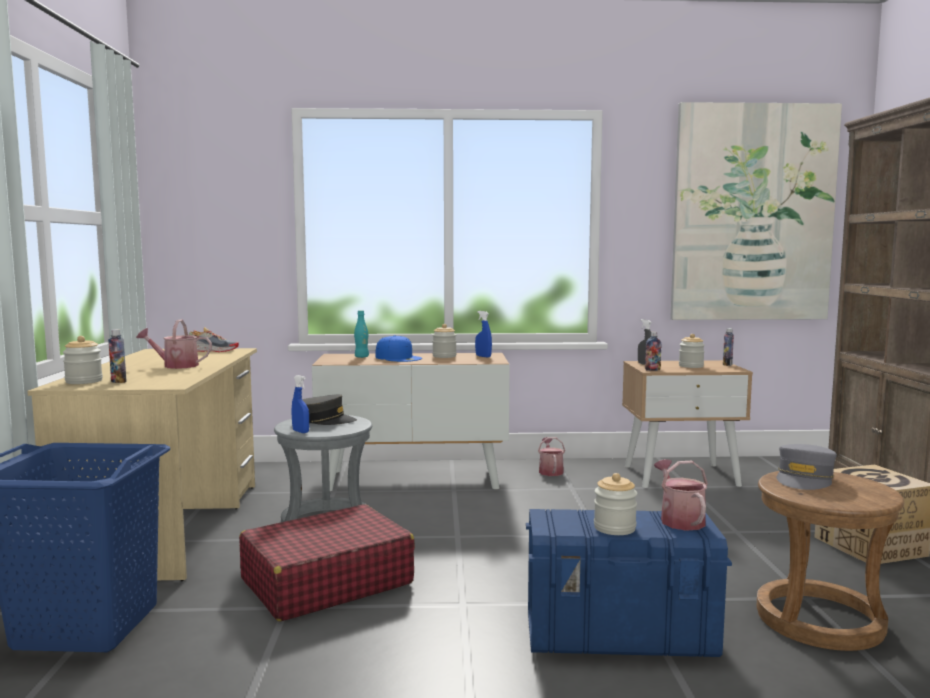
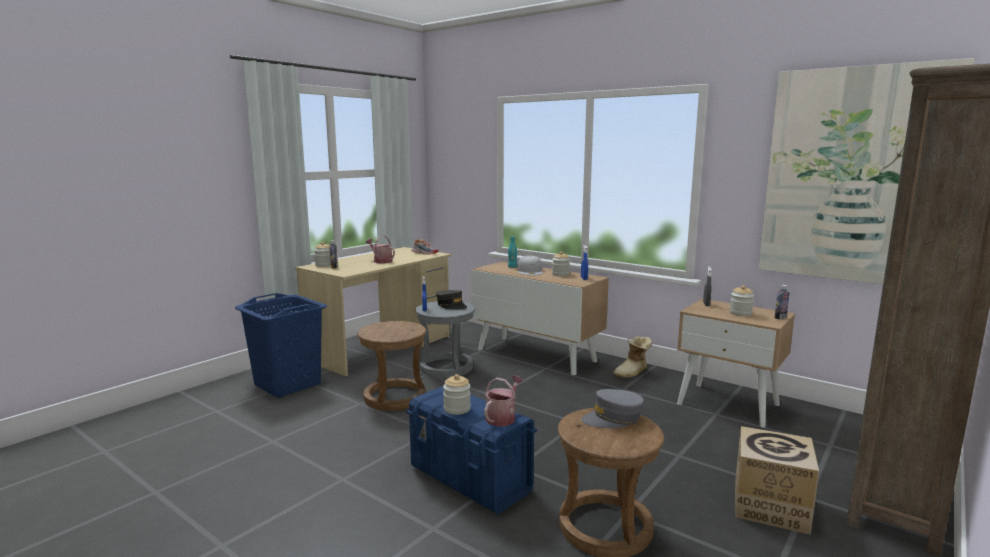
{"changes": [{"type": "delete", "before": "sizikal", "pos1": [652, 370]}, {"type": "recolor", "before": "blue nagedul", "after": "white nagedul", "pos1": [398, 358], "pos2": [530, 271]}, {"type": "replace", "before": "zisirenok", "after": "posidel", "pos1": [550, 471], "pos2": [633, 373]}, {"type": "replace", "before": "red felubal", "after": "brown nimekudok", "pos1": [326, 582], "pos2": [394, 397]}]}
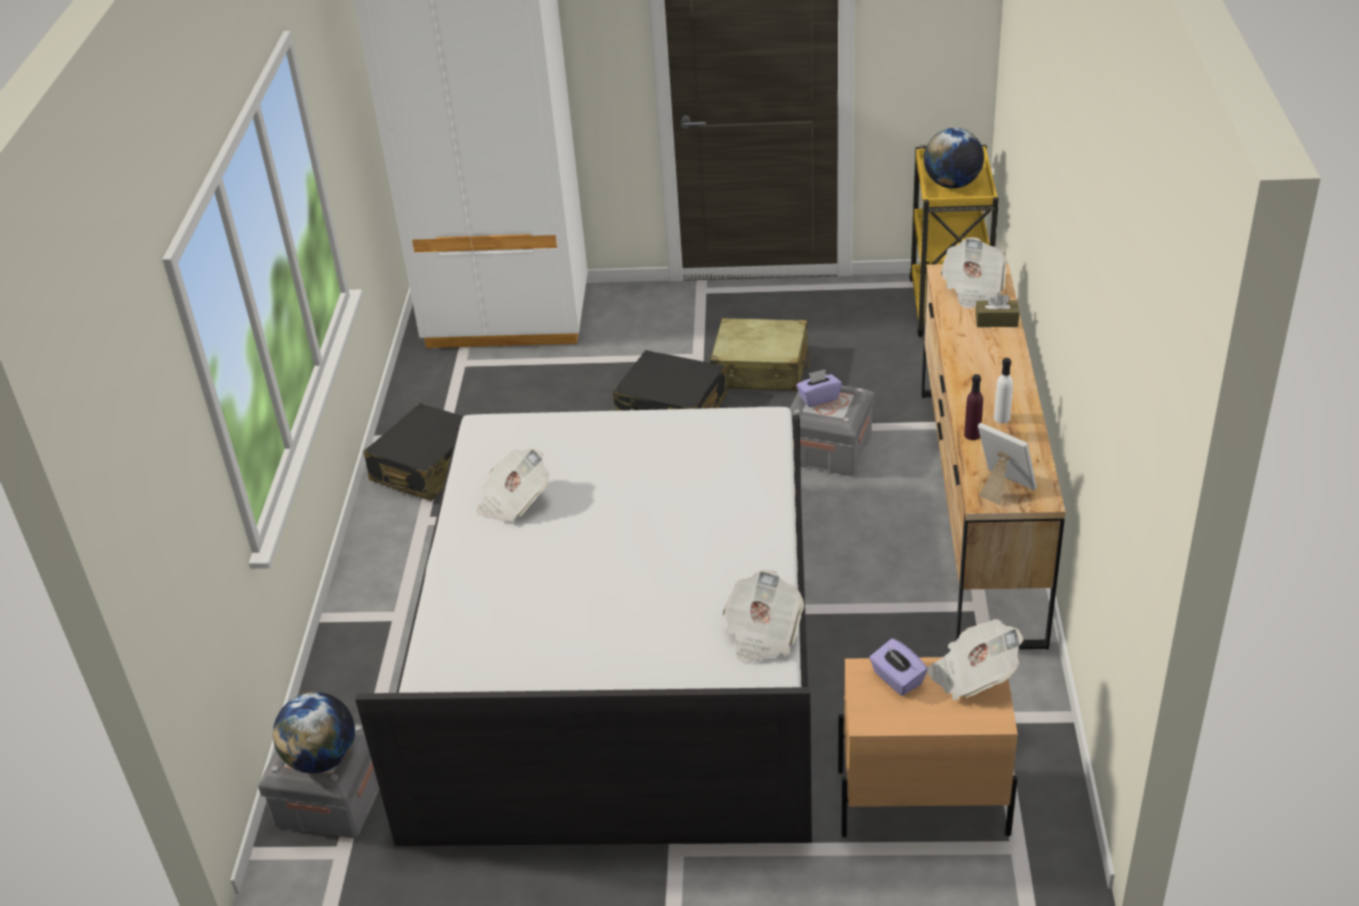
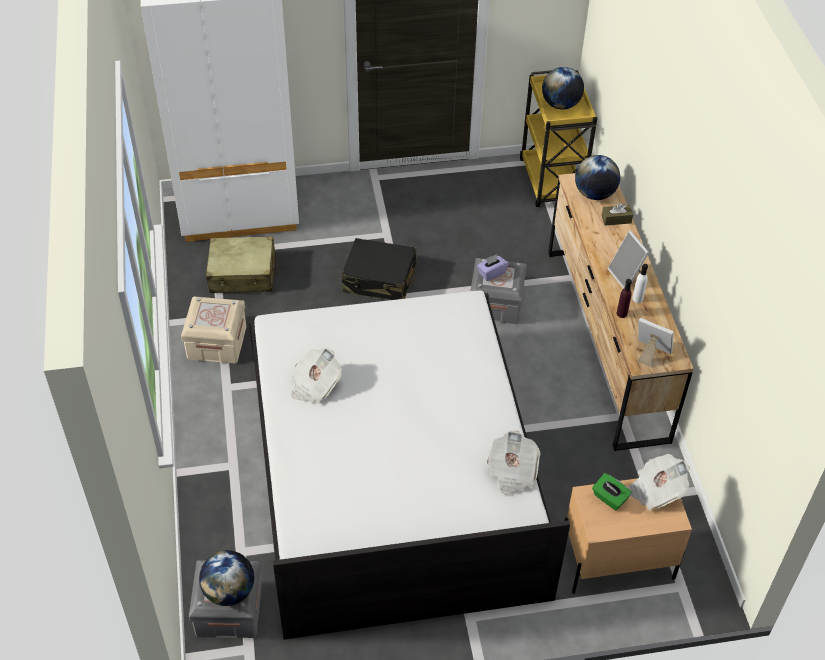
{"changes": [{"type": "replace", "before": "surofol", "after": "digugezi", "pos1": [973, 289], "pos2": [594, 194]}, {"type": "move", "before": "beige felubal", "pos1": [761, 369], "pos2": [243, 274]}, {"type": "replace", "before": "black felubal", "after": "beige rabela", "pos1": [427, 466], "pos2": [217, 342]}, {"type": "recolor", "before": "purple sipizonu", "after": "green sipizonu", "pos1": [897, 679], "pos2": [609, 498]}, {"type": "insert", "after": "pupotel", "pos2": [626, 276]}]}
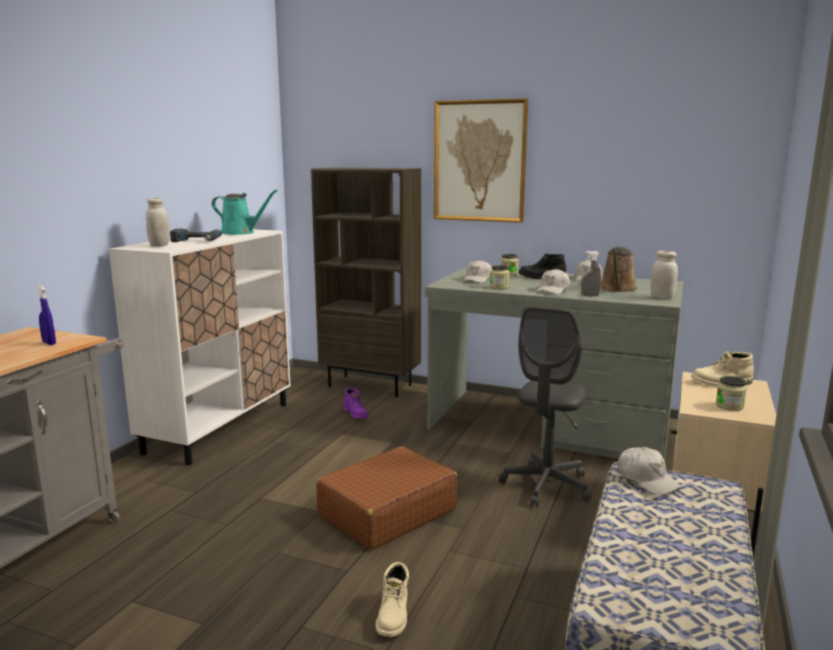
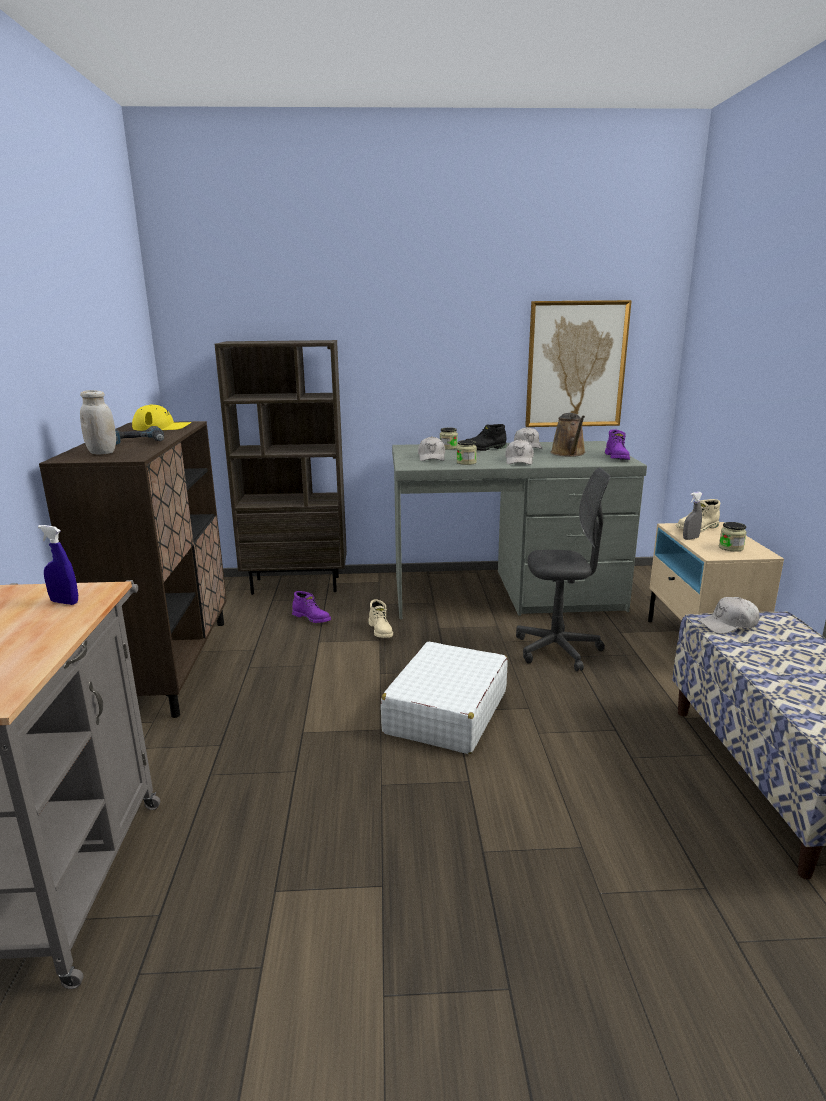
{"changes": [{"type": "move", "before": "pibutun", "pos1": [479, 161], "pos2": [575, 365]}, {"type": "replace", "before": "turquoise zisirenok", "after": "yellow nagedul", "pos1": [240, 233], "pos2": [162, 427]}, {"type": "recolor", "before": "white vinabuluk", "after": "brown vinabuluk", "pos1": [219, 427], "pos2": [169, 665]}, {"type": "move", "before": "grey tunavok", "pos1": [590, 296], "pos2": [690, 538]}, {"type": "replace", "before": "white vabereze", "after": "purple posidel", "pos1": [662, 297], "pos2": [617, 457]}, {"type": "rotate", "before": "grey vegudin", "pos1": [546, 486], "pos2": [557, 650], "turn": -90}, {"type": "recolor", "before": "brown felubal", "after": "white felubal", "pos1": [386, 512], "pos2": [446, 712]}, {"type": "rotate", "before": "white nagedul", "pos1": [647, 480], "pos2": [728, 624], "turn": 135}, {"type": "move", "before": "beige posidel", "pos1": [394, 615], "pos2": [381, 630]}]}
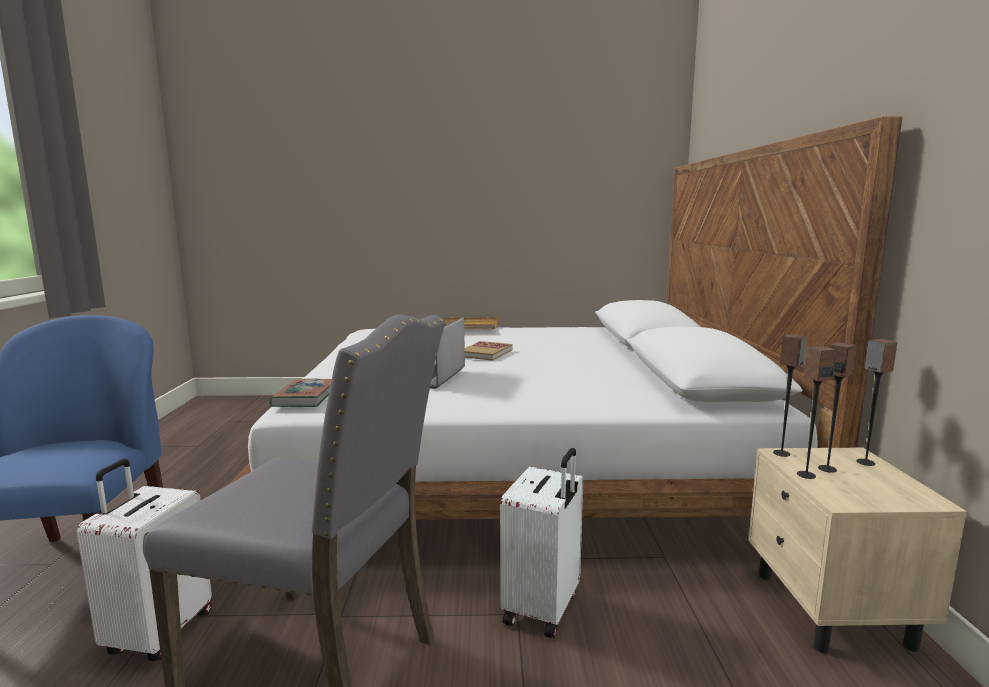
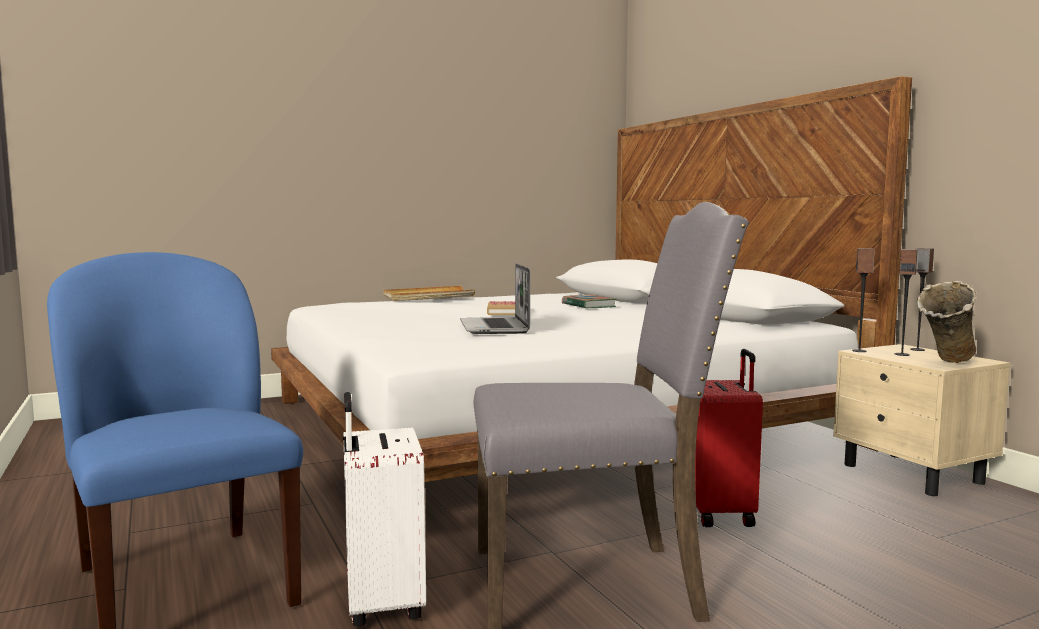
{"changes": [{"type": "delete", "before": "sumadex", "pos1": [806, 475]}, {"type": "move", "before": "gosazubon", "pos1": [305, 398], "pos2": [588, 305]}, {"type": "recolor", "before": "white felubal", "after": "red felubal", "pos1": [543, 609], "pos2": [721, 513]}, {"type": "insert", "after": "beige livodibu", "pos2": [946, 364]}]}
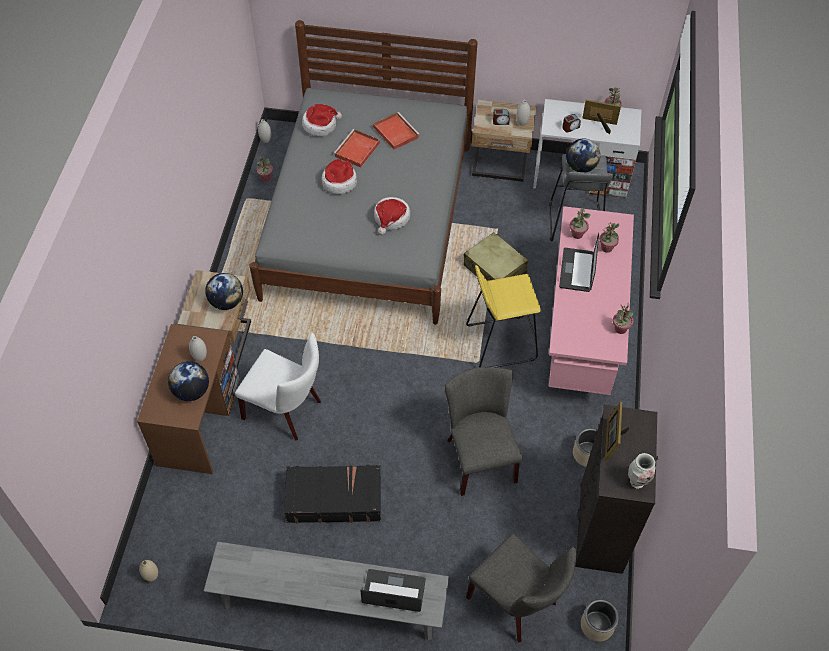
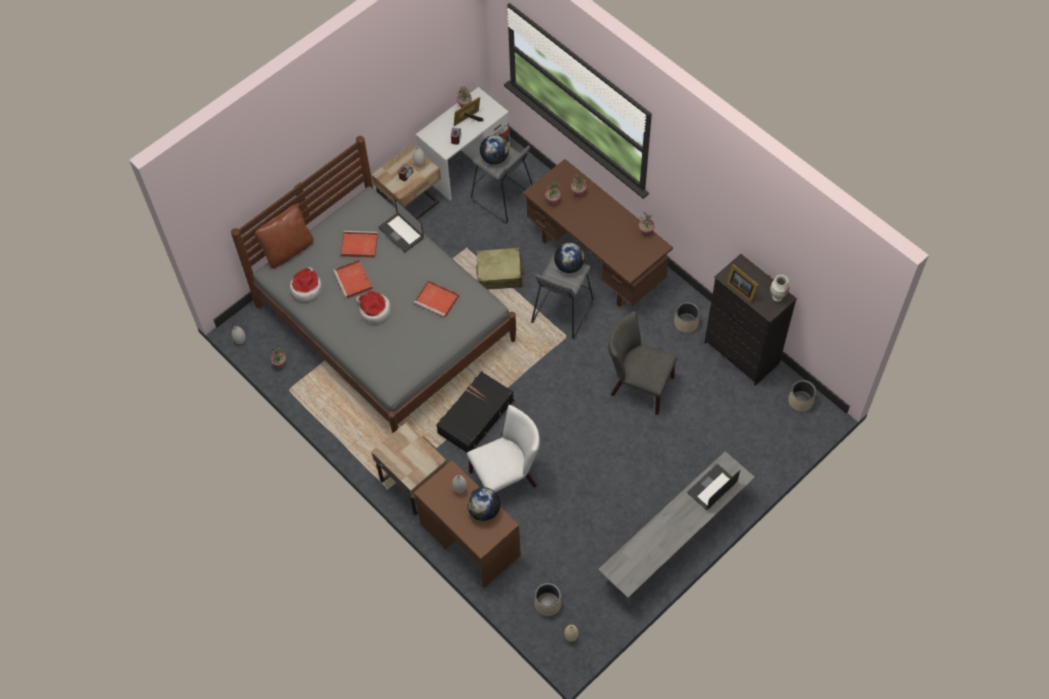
{"changes": [{"type": "replace", "before": "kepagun", "after": "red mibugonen", "pos1": [391, 218], "pos2": [437, 300]}, {"type": "recolor", "before": "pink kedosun", "after": "brown kedosun", "pos1": [581, 334], "pos2": [596, 261]}, {"type": "move", "before": "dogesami", "pos1": [576, 270], "pos2": [401, 233]}, {"type": "recolor", "before": "yellow nimekudok", "after": "grey nimekudok", "pos1": [500, 342], "pos2": [562, 312]}, {"type": "move", "before": "digugezi", "pos1": [227, 302], "pos2": [569, 266]}, {"type": "move", "before": "black felubal", "pos1": [333, 498], "pos2": [475, 416]}, {"type": "delete", "before": "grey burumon", "pos1": [516, 603]}, {"type": "insert", "after": "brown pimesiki", "pos2": [288, 250]}, {"type": "insert", "after": "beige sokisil", "pos2": [548, 603]}]}
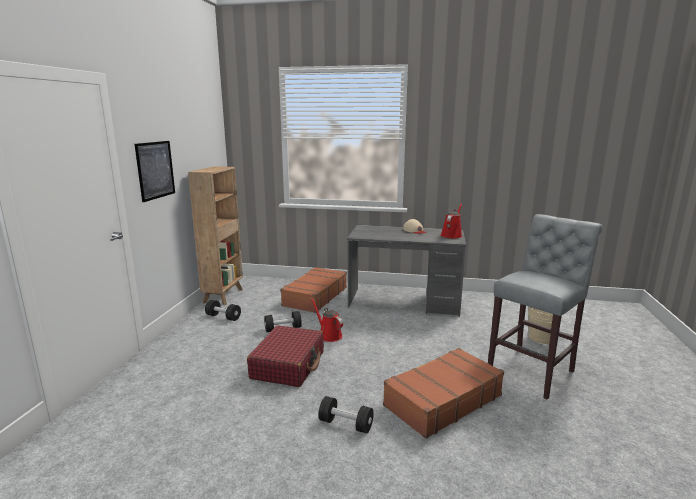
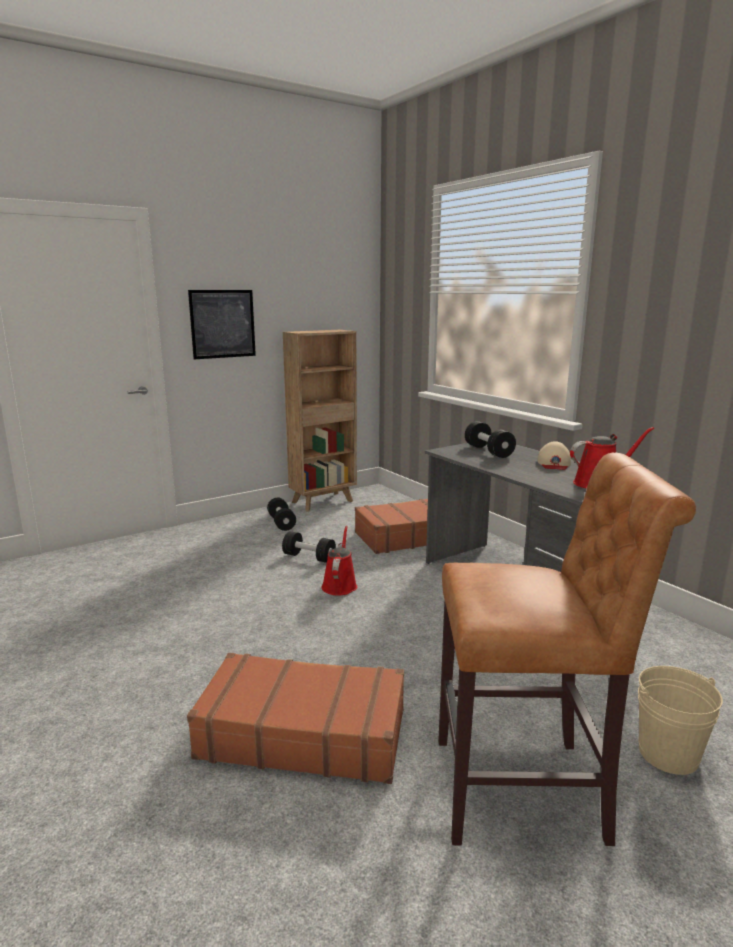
{"changes": [{"type": "recolor", "before": "grey nimekudok", "after": "brown nimekudok", "pos1": [533, 371], "pos2": [528, 790]}, {"type": "delete", "before": "red felubal", "pos1": [288, 365]}, {"type": "move", "before": "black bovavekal", "pos1": [346, 424], "pos2": [488, 451]}]}
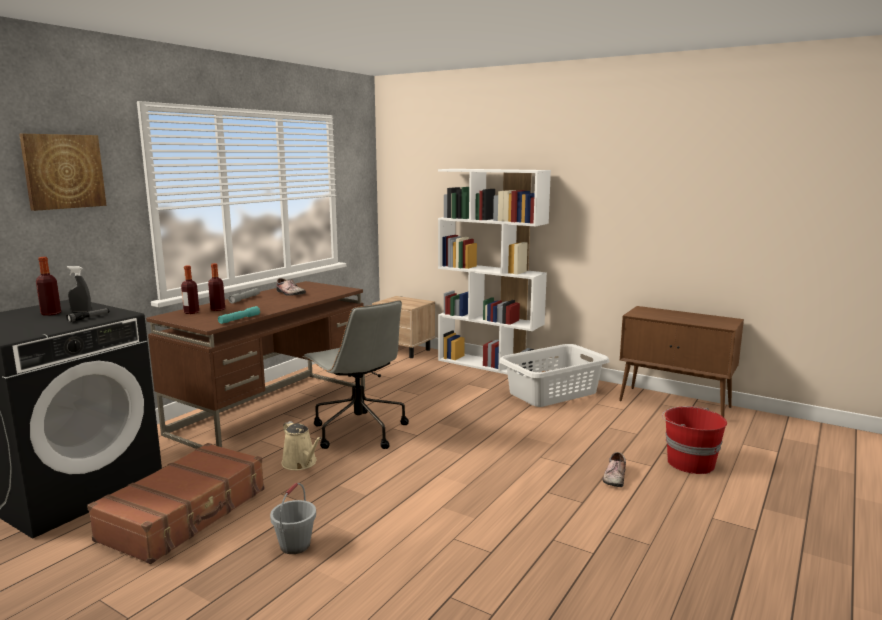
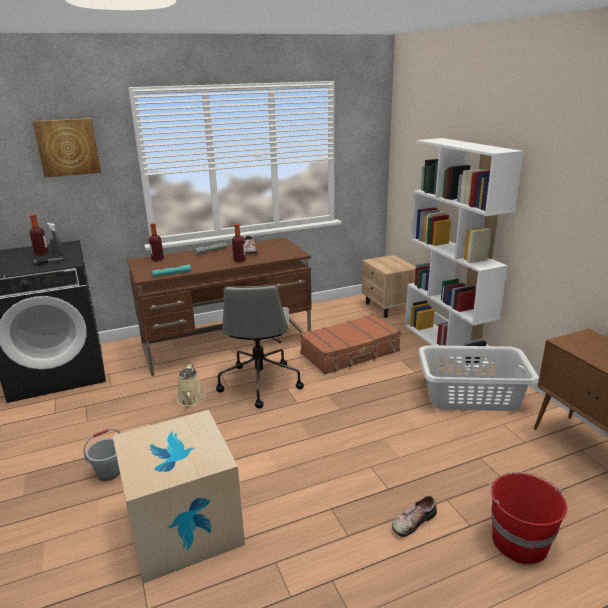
{"changes": [{"type": "move", "before": "sizikal", "pos1": [218, 309], "pos2": [239, 261]}, {"type": "move", "before": "brown felubal", "pos1": [186, 514], "pos2": [350, 353]}, {"type": "insert", "after": "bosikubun", "pos2": [183, 527]}]}
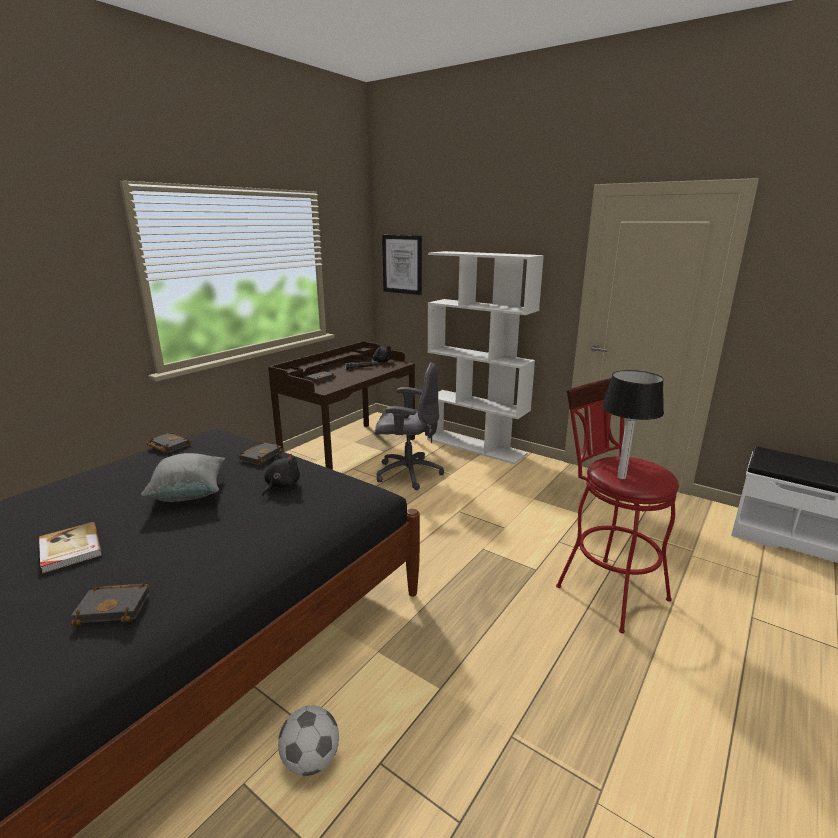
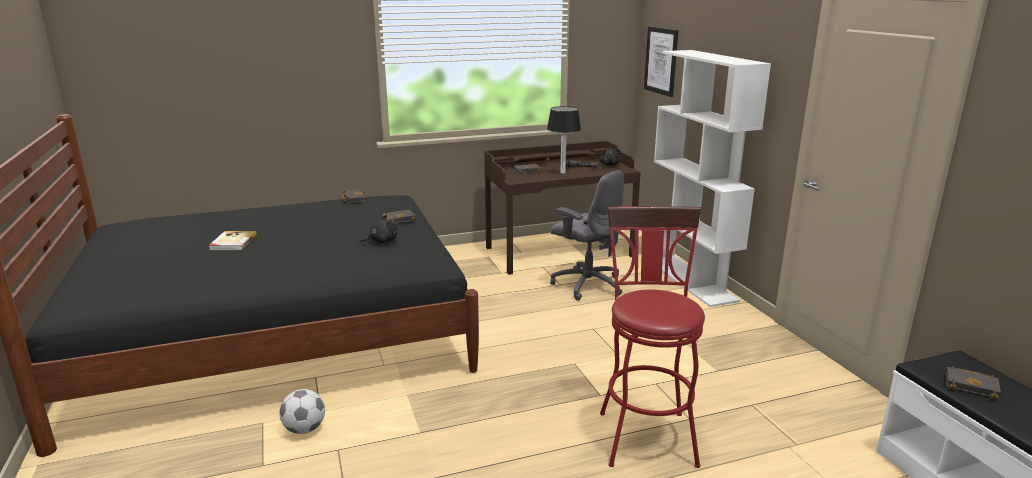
{"changes": [{"type": "move", "before": "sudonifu", "pos1": [622, 477], "pos2": [563, 173]}, {"type": "delete", "before": "grey pimesiki", "pos1": [189, 494]}, {"type": "move", "before": "black gosazubon", "pos1": [116, 607], "pos2": [972, 385]}]}
